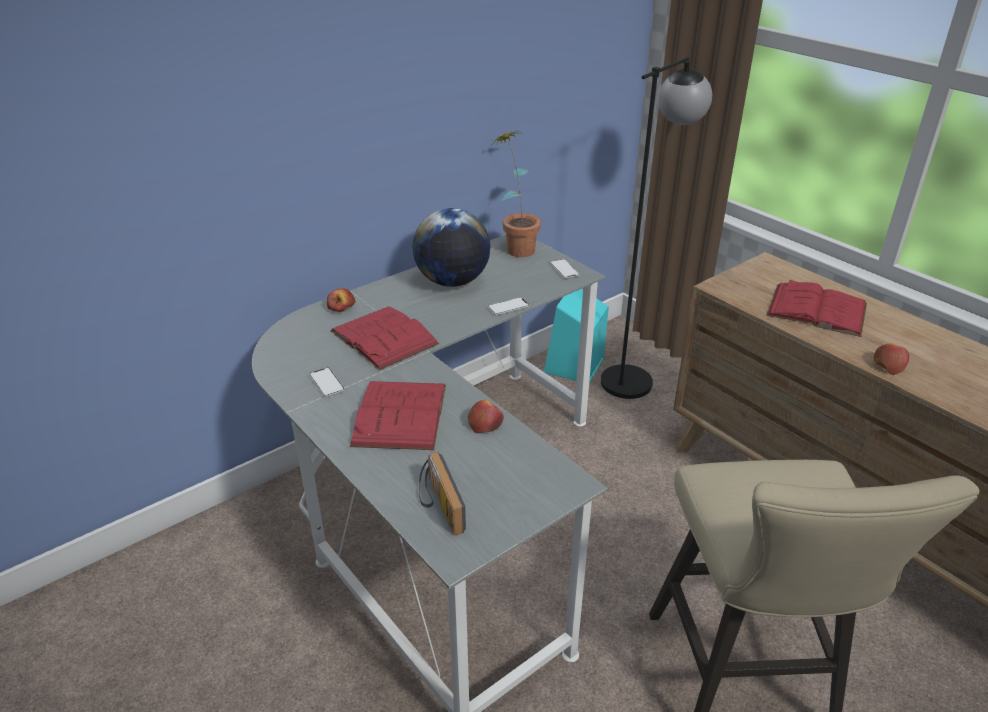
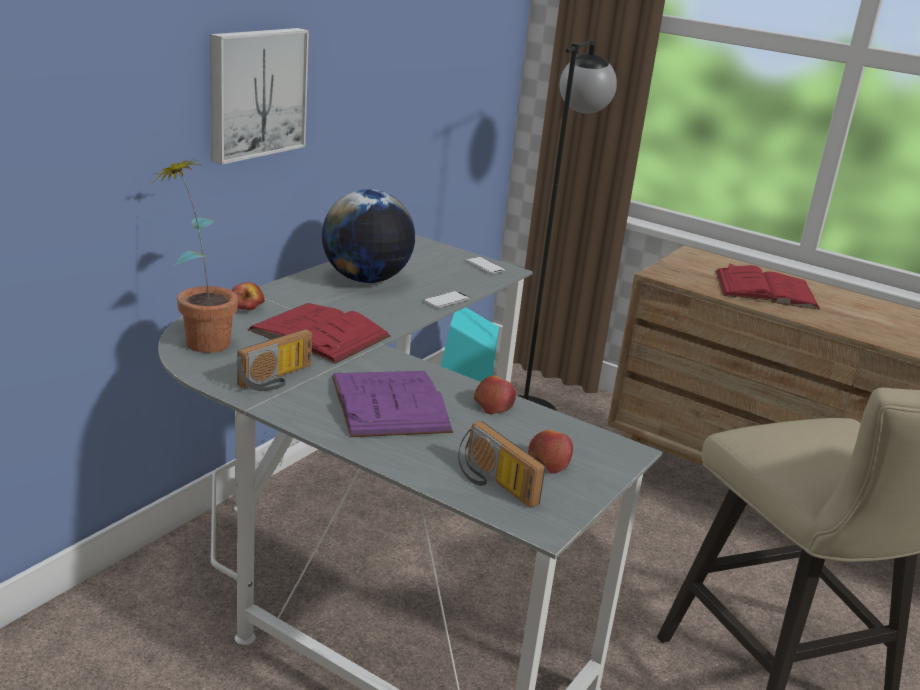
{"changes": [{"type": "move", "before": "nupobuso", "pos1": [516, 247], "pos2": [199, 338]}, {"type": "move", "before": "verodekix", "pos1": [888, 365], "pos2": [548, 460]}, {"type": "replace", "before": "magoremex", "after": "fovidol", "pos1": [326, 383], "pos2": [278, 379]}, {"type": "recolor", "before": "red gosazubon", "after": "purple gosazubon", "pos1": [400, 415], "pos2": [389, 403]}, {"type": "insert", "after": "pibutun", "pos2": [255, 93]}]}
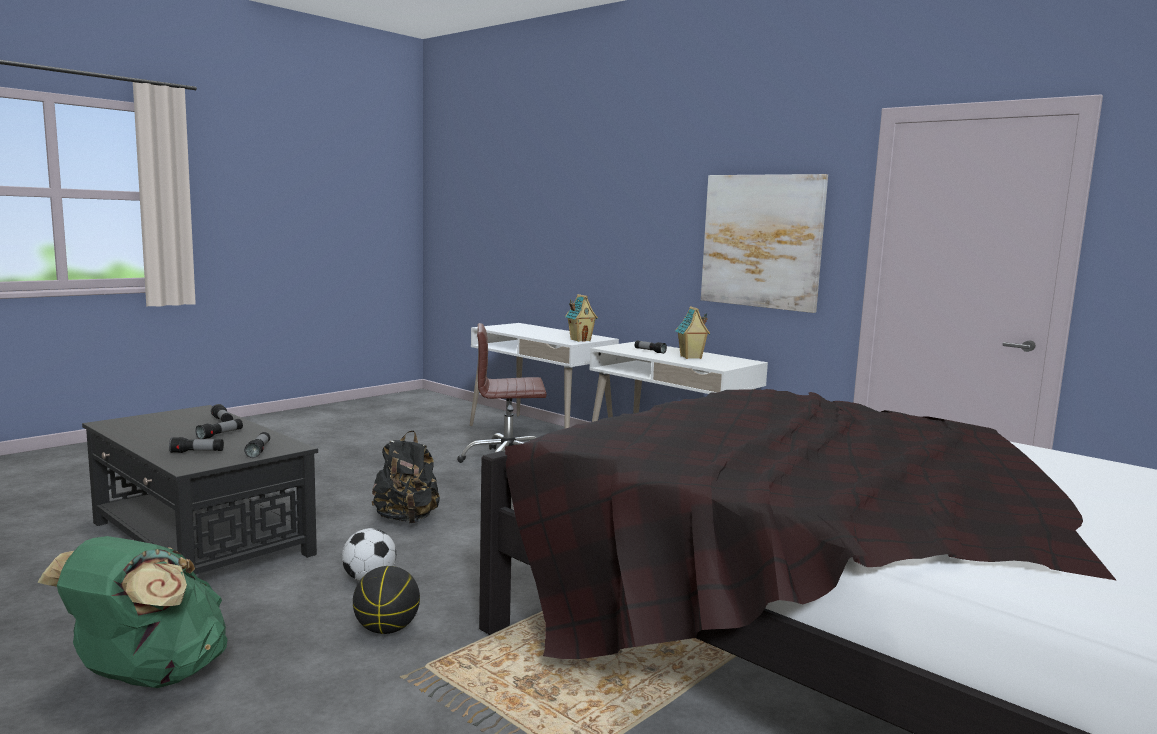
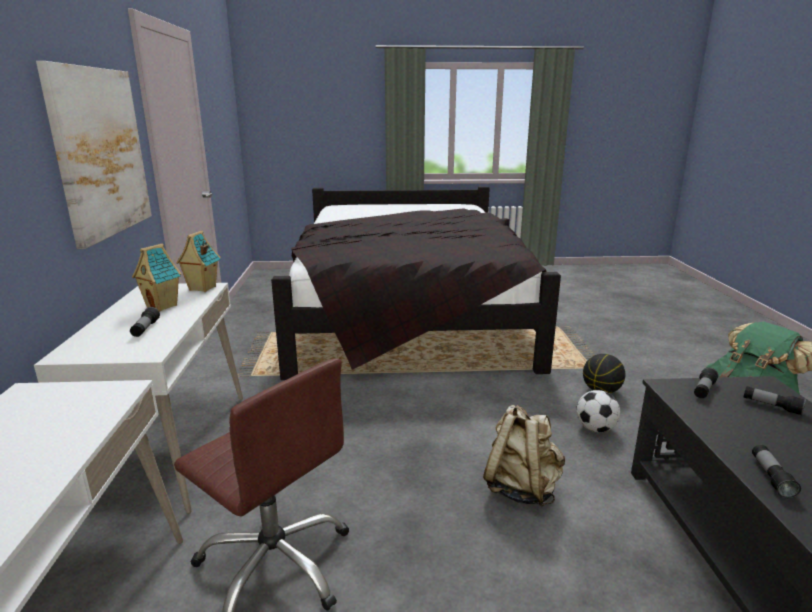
{"changes": [{"type": "move", "before": "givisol", "pos1": [580, 340], "pos2": [201, 288]}, {"type": "delete", "before": "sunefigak", "pos1": [220, 435]}, {"type": "recolor", "before": "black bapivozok", "after": "beige bapivozok", "pos1": [406, 519], "pos2": [521, 488]}]}
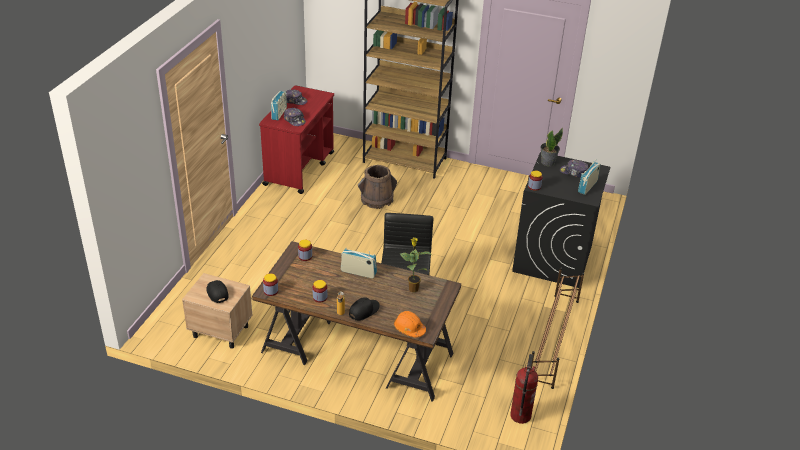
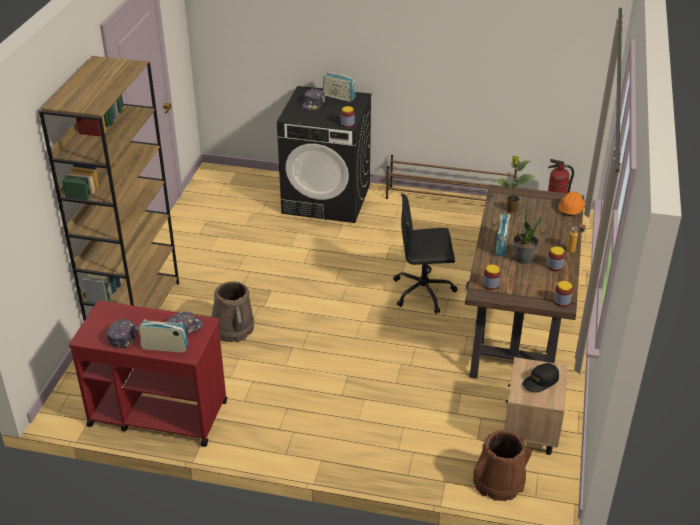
{"changes": [{"type": "move", "before": "nupobuso", "pos1": [547, 162], "pos2": [523, 258]}, {"type": "delete", "before": "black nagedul", "pos1": [364, 311]}, {"type": "insert", "after": "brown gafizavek", "pos2": [498, 481]}]}
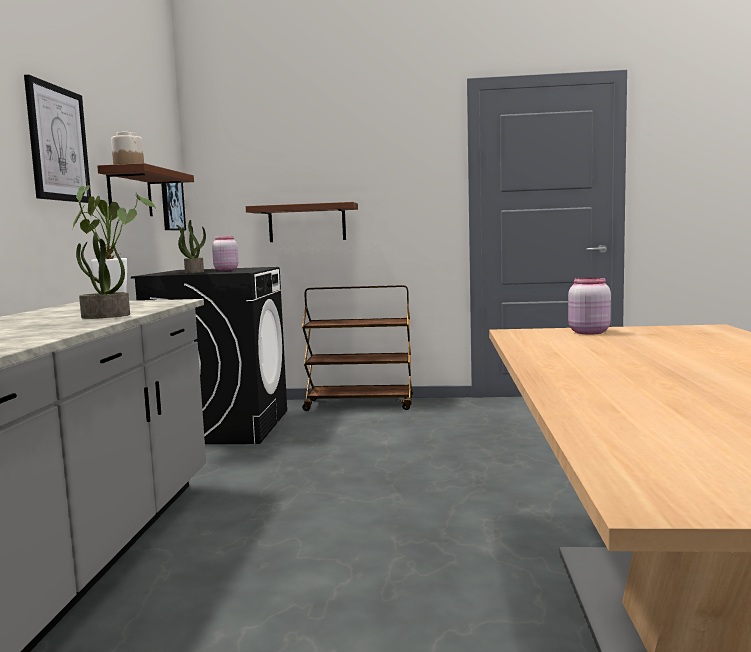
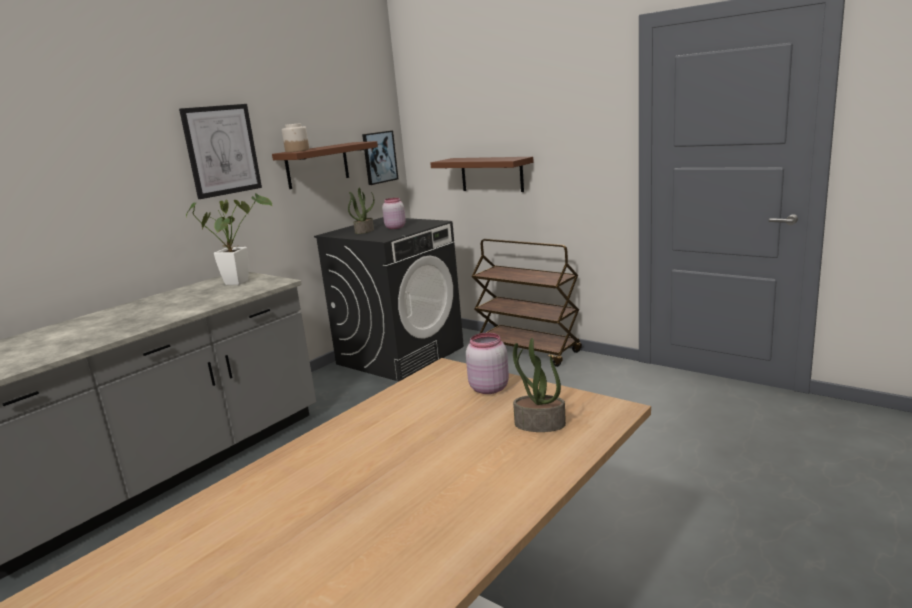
{"changes": [{"type": "move", "before": "nupobuso", "pos1": [105, 316], "pos2": [539, 425]}]}
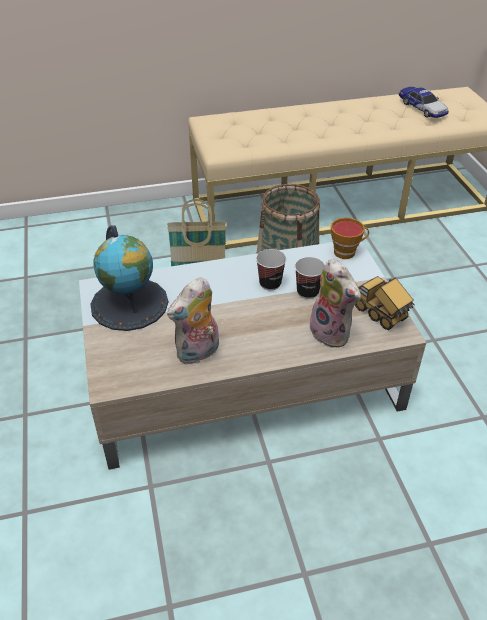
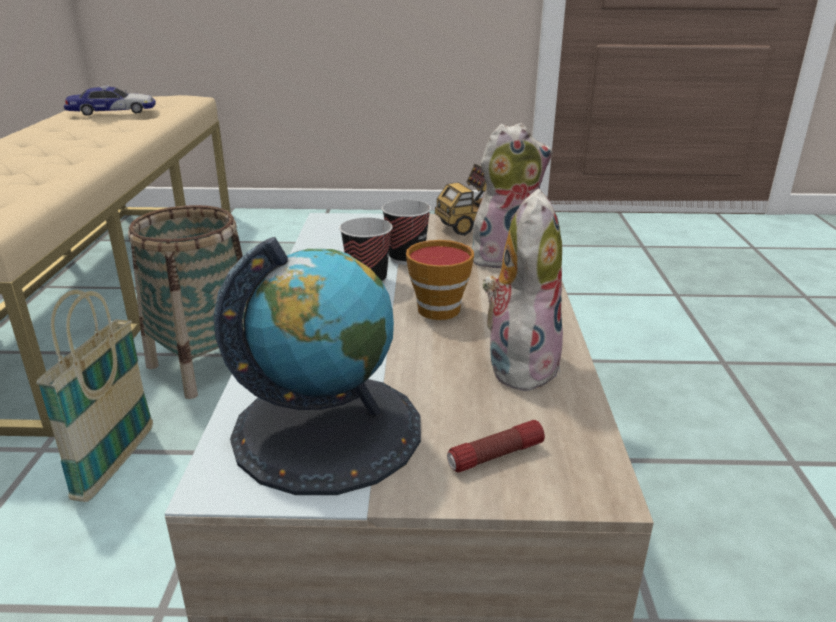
{"changes": [{"type": "move", "before": "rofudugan", "pos1": [347, 252], "pos2": [438, 307]}, {"type": "rotate", "before": "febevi", "pos1": [198, 353], "pos2": [519, 363], "turn": -135}, {"type": "insert", "after": "sunefigak", "pos2": [495, 456]}]}
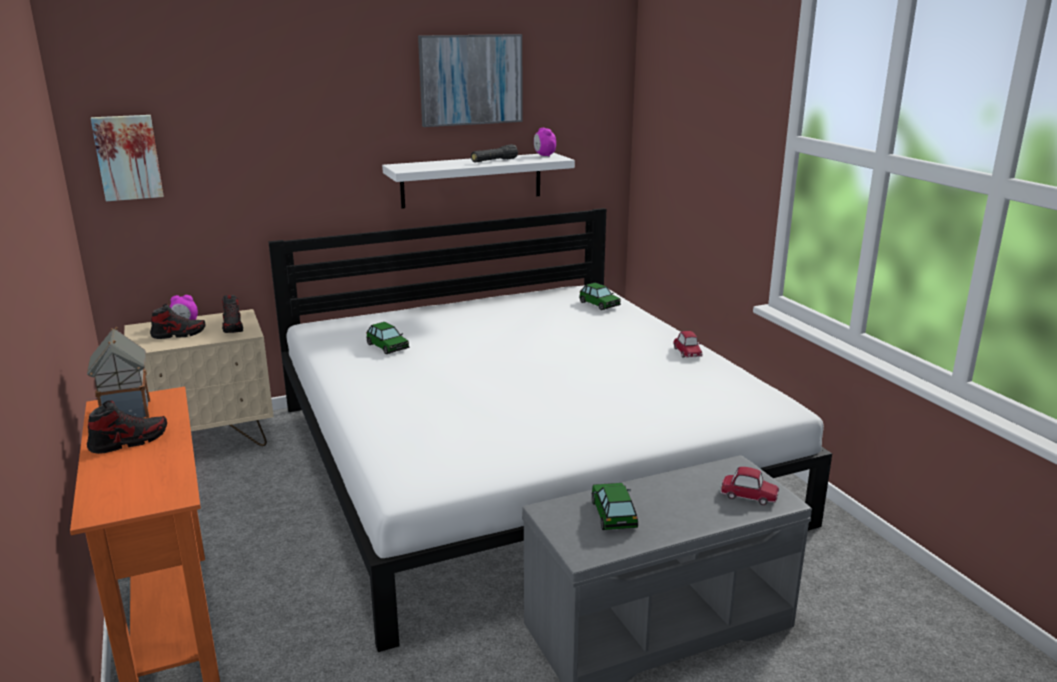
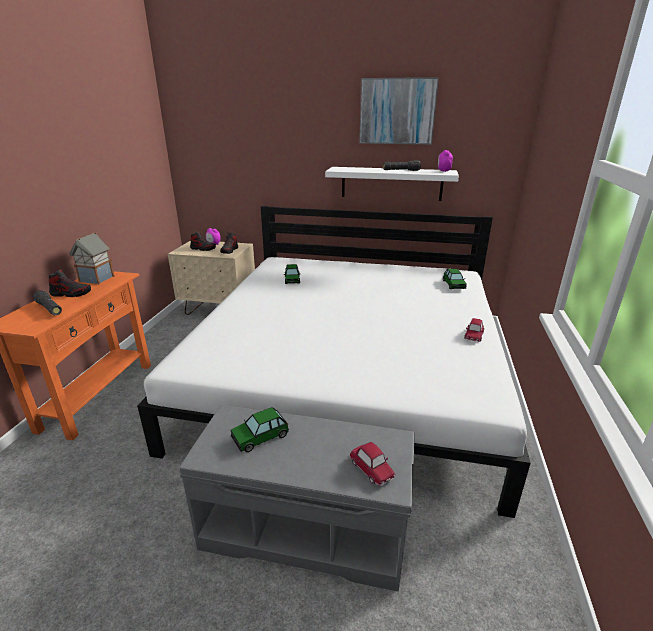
{"changes": [{"type": "delete", "before": "pibutun", "pos1": [128, 157]}, {"type": "rotate", "before": "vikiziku", "pos1": [613, 514], "pos2": [260, 436], "turn": -150}, {"type": "insert", "after": "black sunefigak", "pos2": [50, 309]}]}
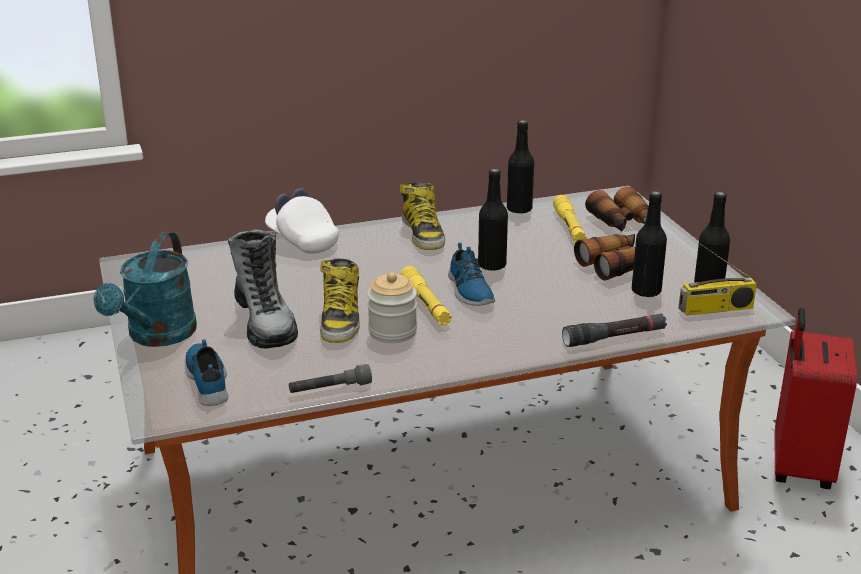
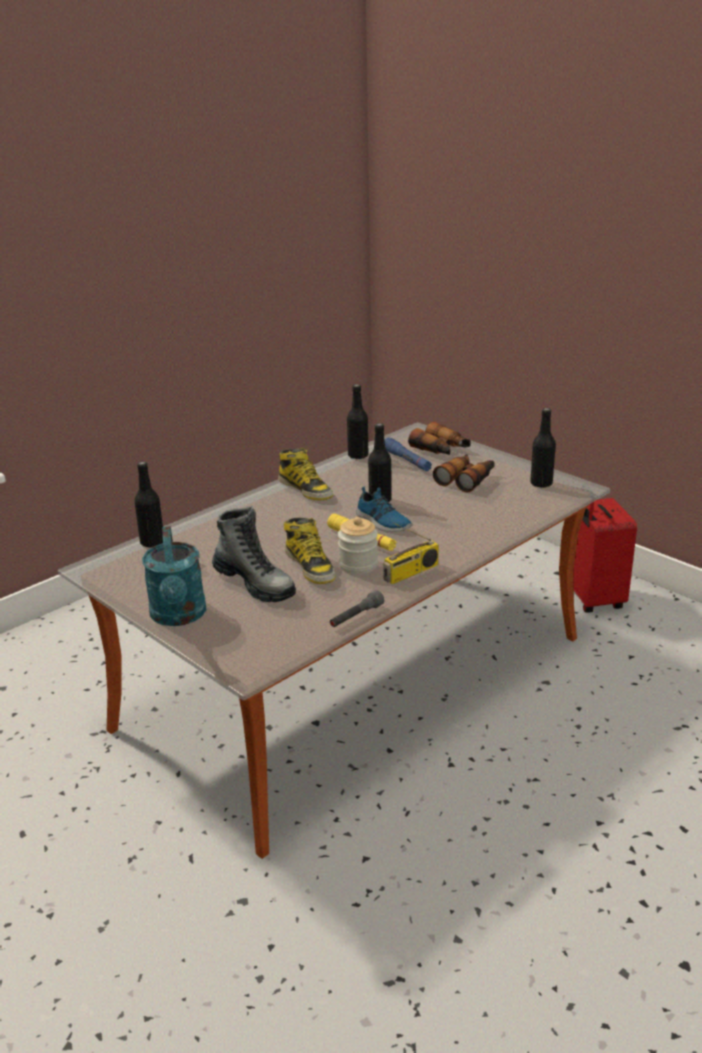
{"changes": [{"type": "delete", "before": "white nagedul", "pos1": [302, 240]}, {"type": "move", "before": "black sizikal", "pos1": [646, 291], "pos2": [152, 543]}, {"type": "recolor", "before": "yellow sunefigak", "after": "blue sunefigak", "pos1": [569, 227], "pos2": [407, 461]}, {"type": "move", "before": "fovidol", "pos1": [715, 309], "pos2": [411, 573]}, {"type": "delete", "before": "black sunefigak", "pos1": [614, 337]}, {"type": "delete", "before": "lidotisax", "pos1": [208, 380]}]}
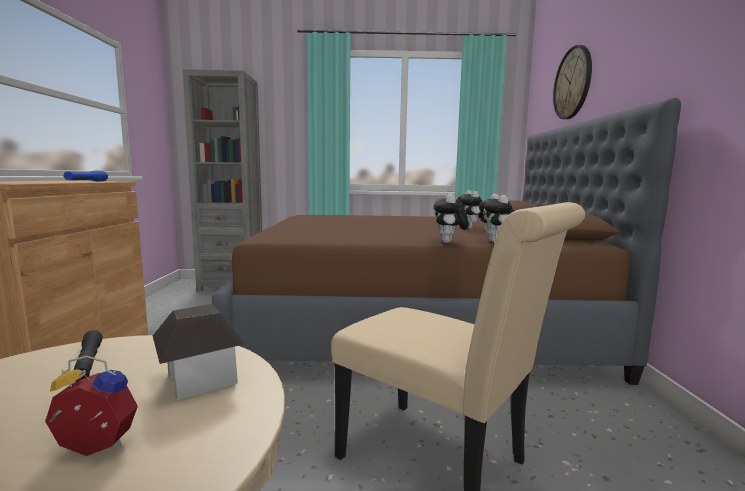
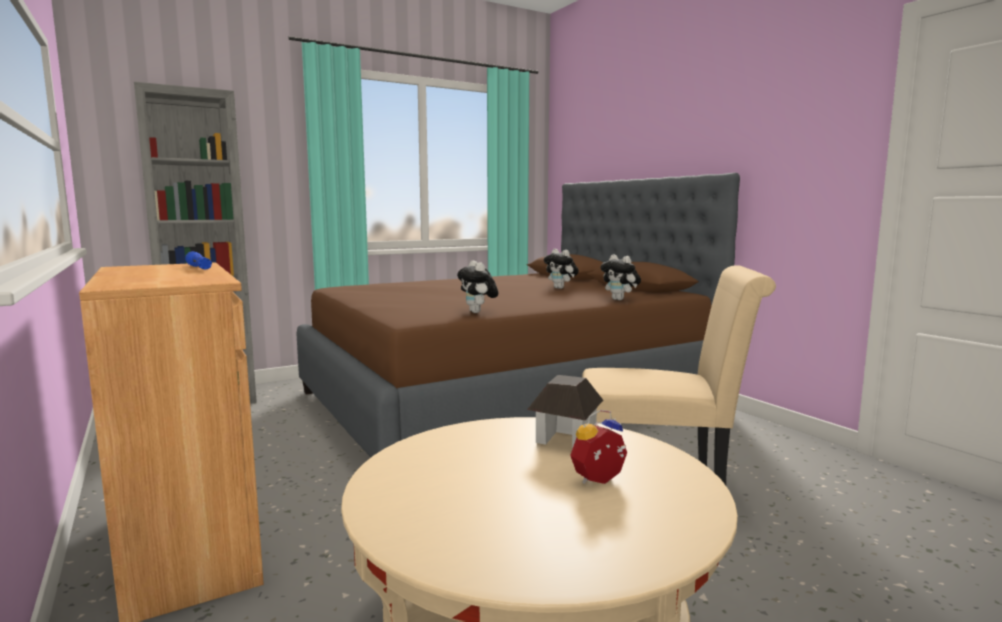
{"changes": [{"type": "delete", "before": "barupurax", "pos1": [572, 83]}, {"type": "move", "before": "febevi", "pos1": [449, 242], "pos2": [478, 312]}, {"type": "delete", "before": "black sunefigak", "pos1": [88, 362]}]}
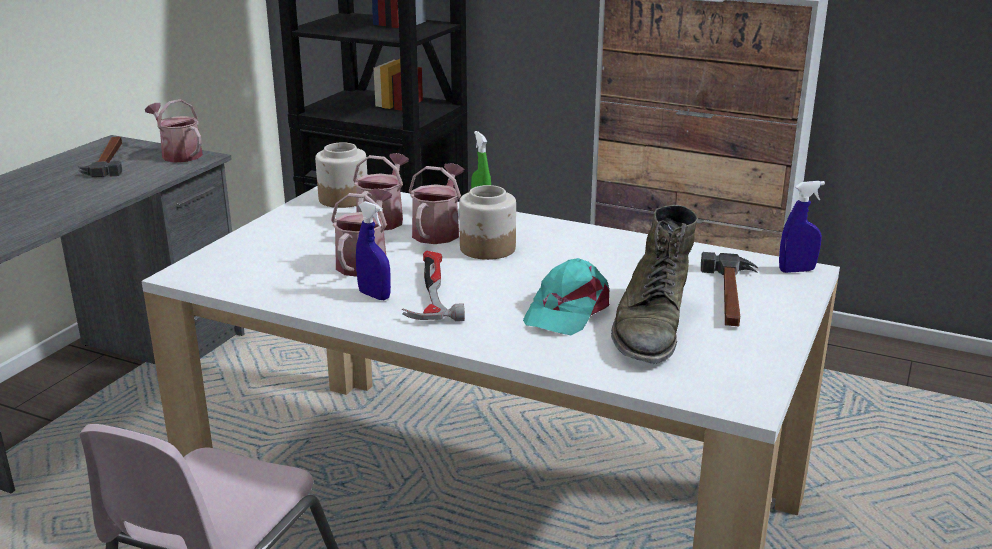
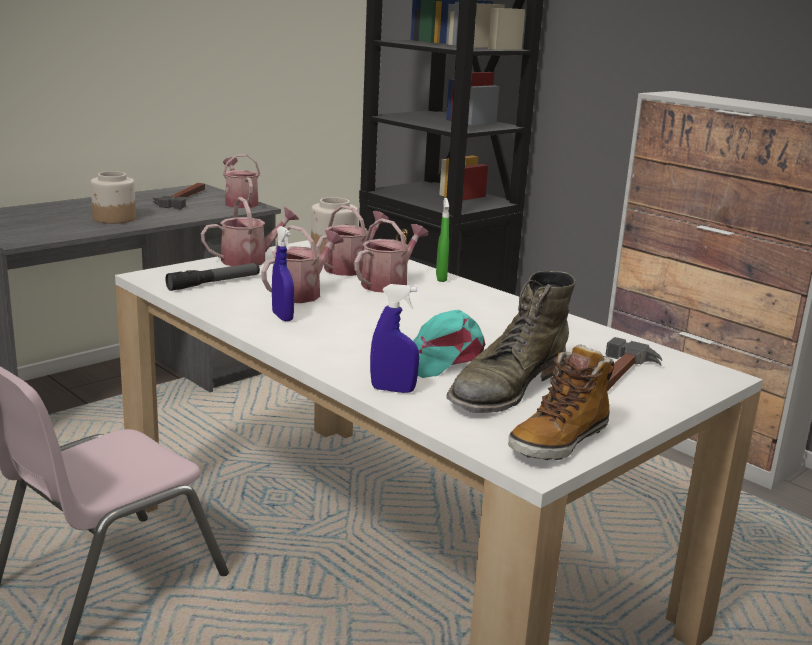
{"changes": [{"type": "move", "before": "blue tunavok", "pos1": [797, 270], "pos2": [393, 390]}, {"type": "move", "before": "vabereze", "pos1": [488, 249], "pos2": [114, 219]}, {"type": "delete", "before": "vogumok", "pos1": [430, 291]}, {"type": "insert", "after": "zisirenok", "pos2": [250, 260]}, {"type": "insert", "after": "sunefigak", "pos2": [214, 283]}, {"type": "insert", "after": "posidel", "pos2": [559, 441]}]}
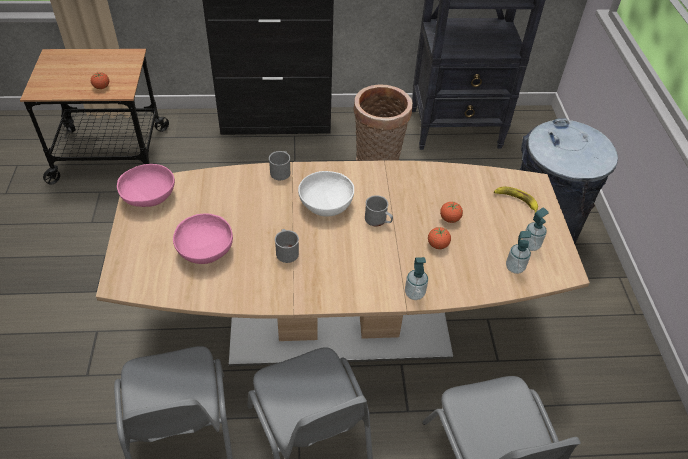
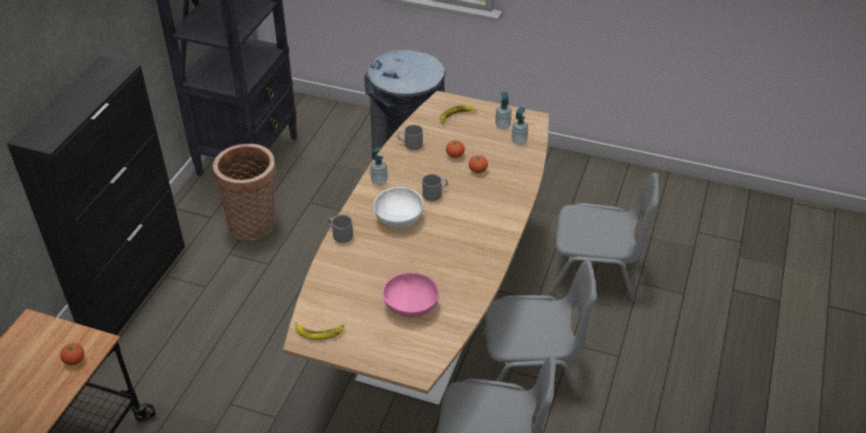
{"changes": [{"type": "replace", "before": "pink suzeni", "after": "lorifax", "pos1": [149, 197], "pos2": [319, 332]}, {"type": "move", "before": "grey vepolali", "pos1": [286, 251], "pos2": [410, 144]}, {"type": "move", "before": "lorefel", "pos1": [414, 293], "pos2": [379, 181]}]}
